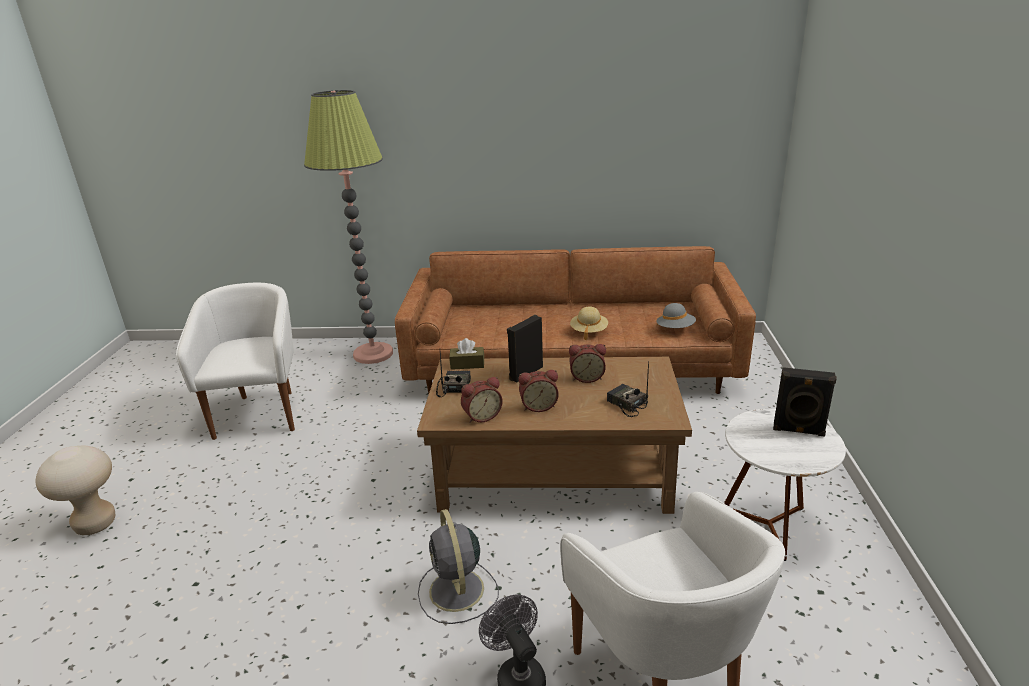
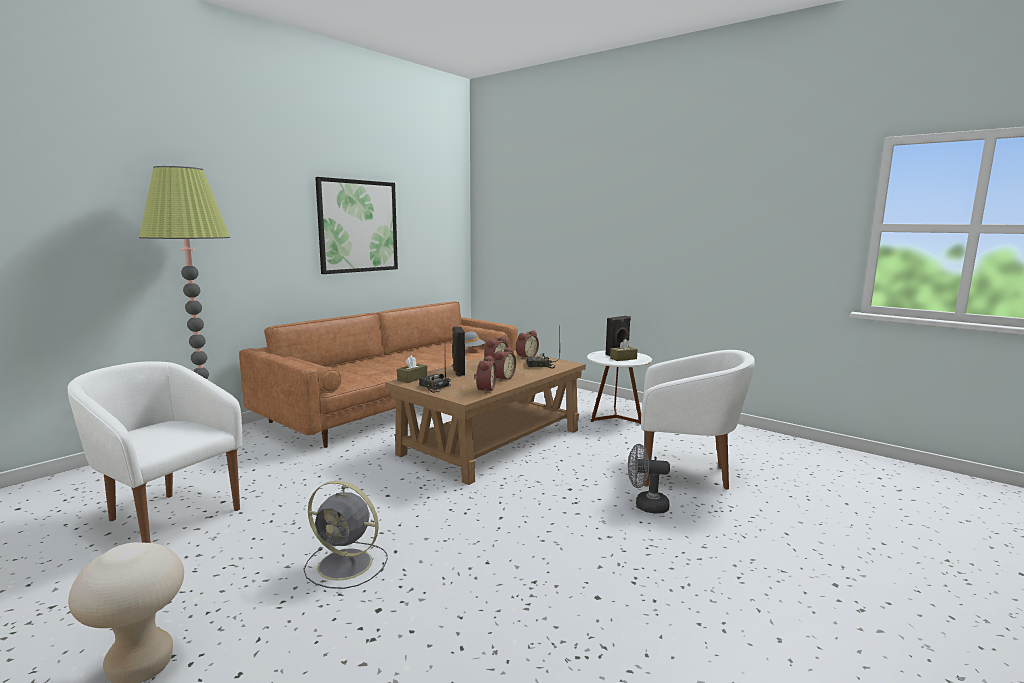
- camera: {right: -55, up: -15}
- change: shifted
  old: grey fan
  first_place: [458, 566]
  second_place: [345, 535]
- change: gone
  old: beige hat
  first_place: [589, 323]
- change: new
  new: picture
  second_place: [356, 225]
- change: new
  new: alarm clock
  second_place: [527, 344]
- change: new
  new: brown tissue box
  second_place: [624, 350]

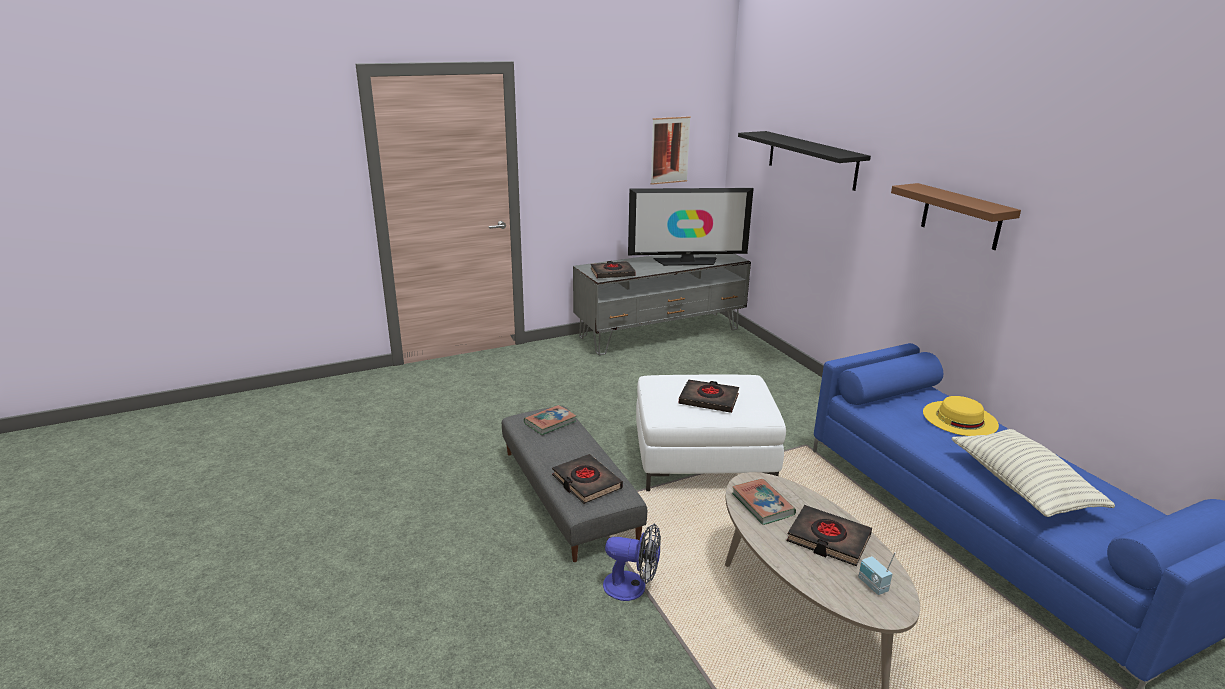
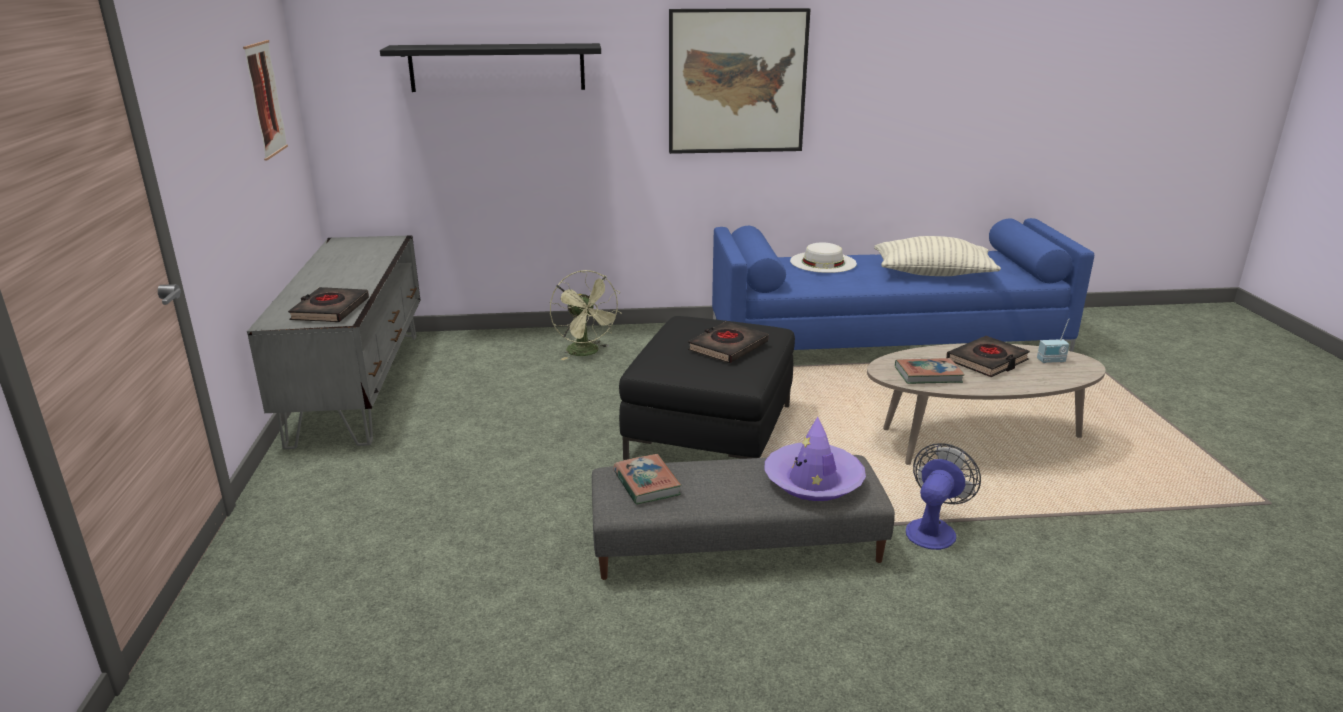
- camera: {right: -70, up: 0}
- change: swapped
  old: black book
  new: purple hat
  first_place: [587, 479]
  second_place: [815, 459]
- change: gone
  old: television
  first_place: [691, 227]
- change: repainted
  old: white ottoman
  new: black ottoman
  first_place: [711, 433]
  second_place: [707, 388]
- change: swapped
  old: brown shelf
  new: picture
  first_place: [956, 216]
  second_place: [739, 81]
- change: repainted
  old: yellow hat
  new: white hat
  first_place: [961, 416]
  second_place: [823, 257]
- change: new
  new: green fan
  second_place: [586, 315]

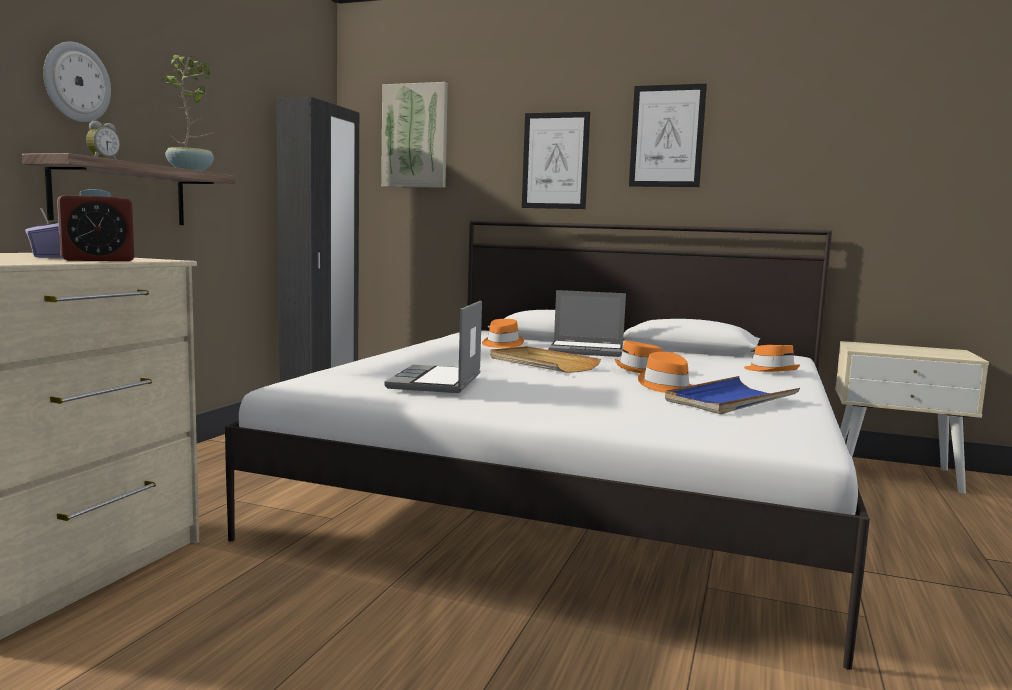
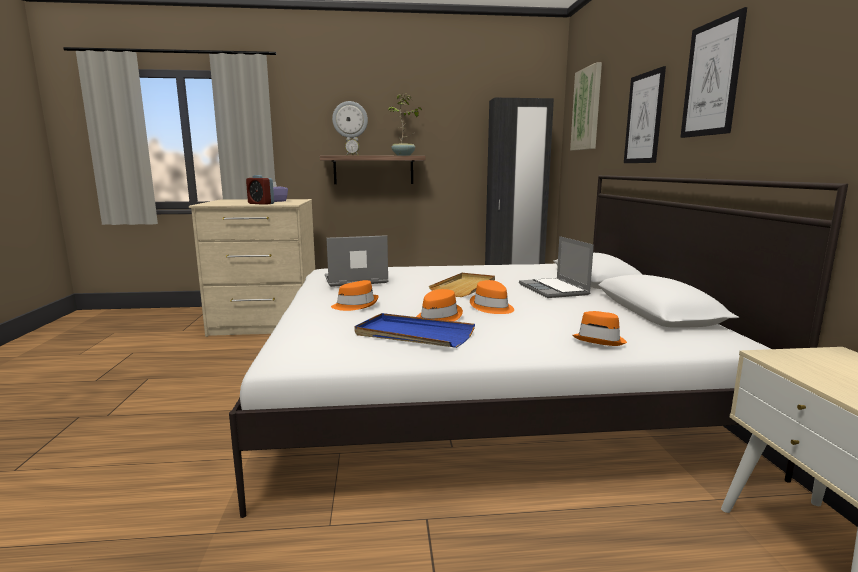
- camera: {right: 65, up: 5}
- change: shifted
  old: orange hat
  first_place: [503, 333]
  second_place: [355, 295]

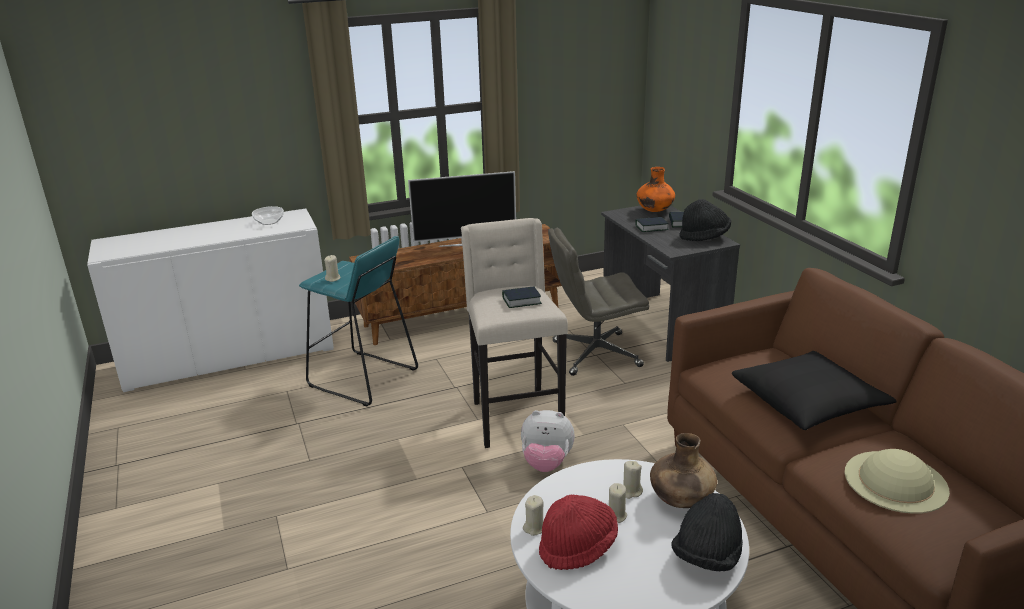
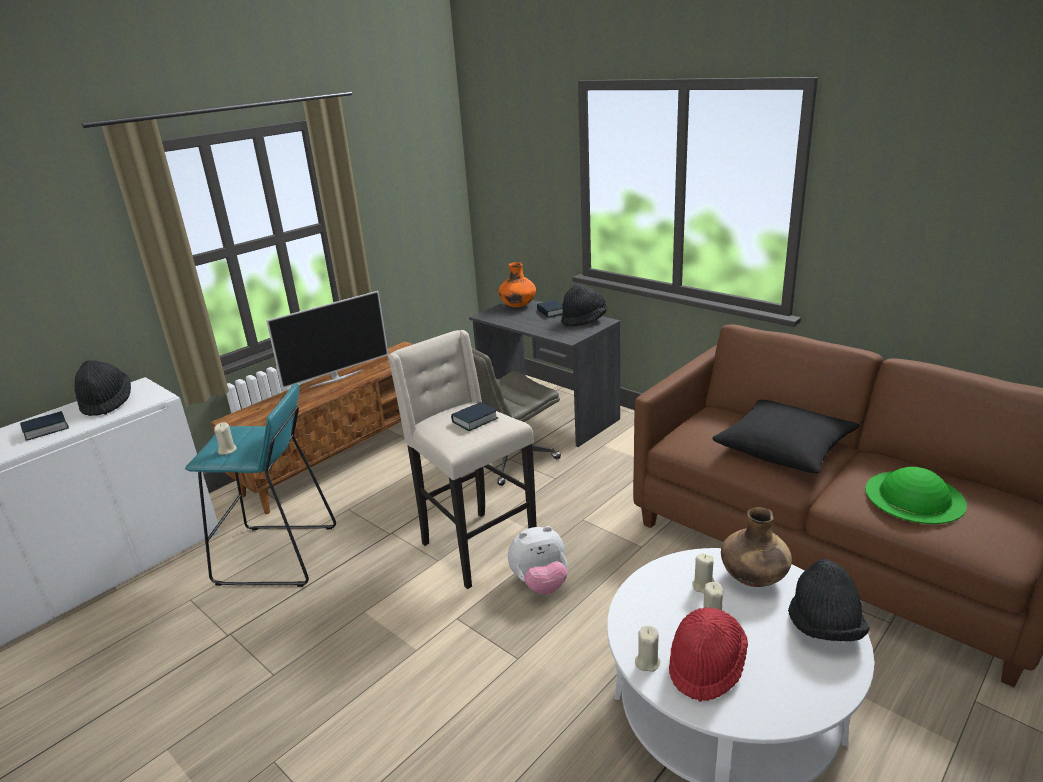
- camera: {right: -25, up: 0}
- change: swapped
  old: bowl
  new: black hat
  first_place: [268, 215]
  second_place: [103, 388]
- change: shifted
  old: book
  first_place: [651, 224]
  second_place: [44, 426]
- change: repainted
  old: beige hat
  new: green hat
  first_place: [897, 481]
  second_place: [916, 495]

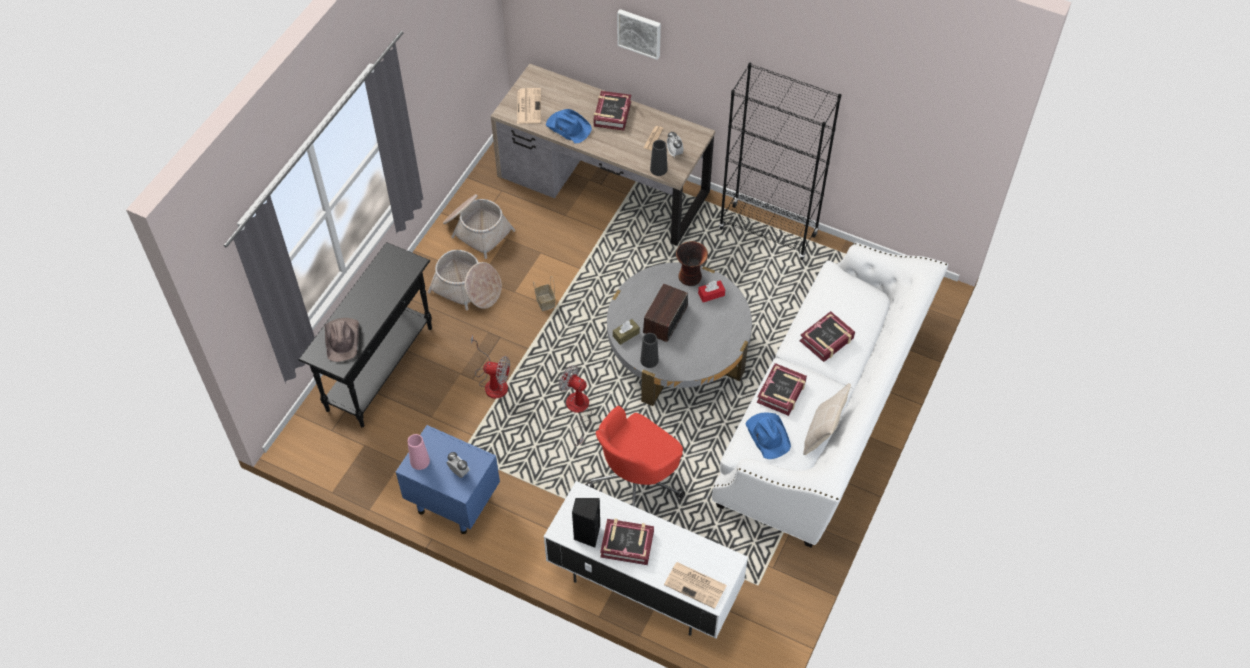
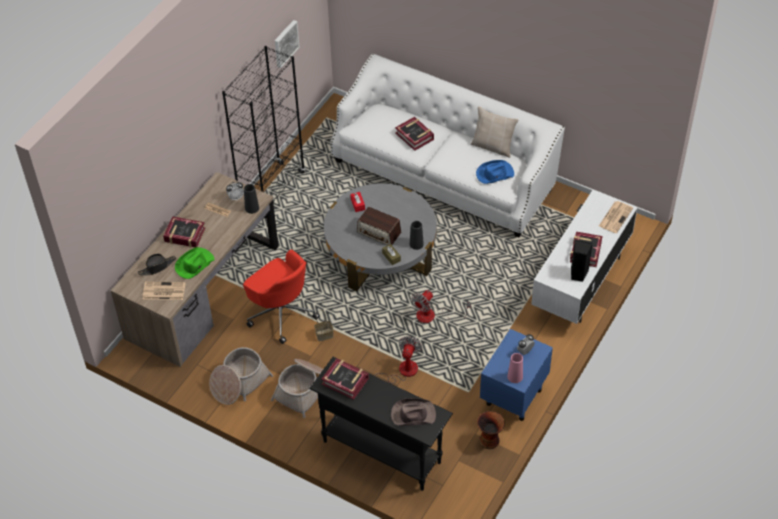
- camera: {right: -85, up: -5}
- change: repainted
  old: blue hat
  new: green hat
  first_place: [569, 126]
  second_place: [194, 263]
- change: shifted
  old: red office chair
  first_place: [635, 456]
  second_place: [281, 297]
- change: shifted
  old: picture
  first_place: [639, 34]
  second_place: [287, 44]
- change: shifted
  old: vase
  first_place: [692, 263]
  second_place: [491, 430]
- change: shifted
  old: book
  first_place: [782, 389]
  second_place: [345, 379]
- change: new
  new: black hat
  second_place: [157, 265]

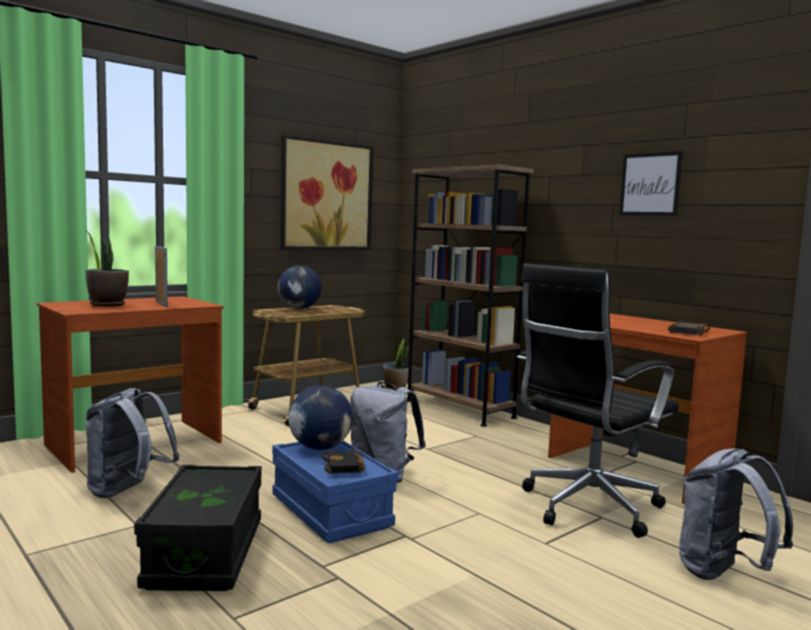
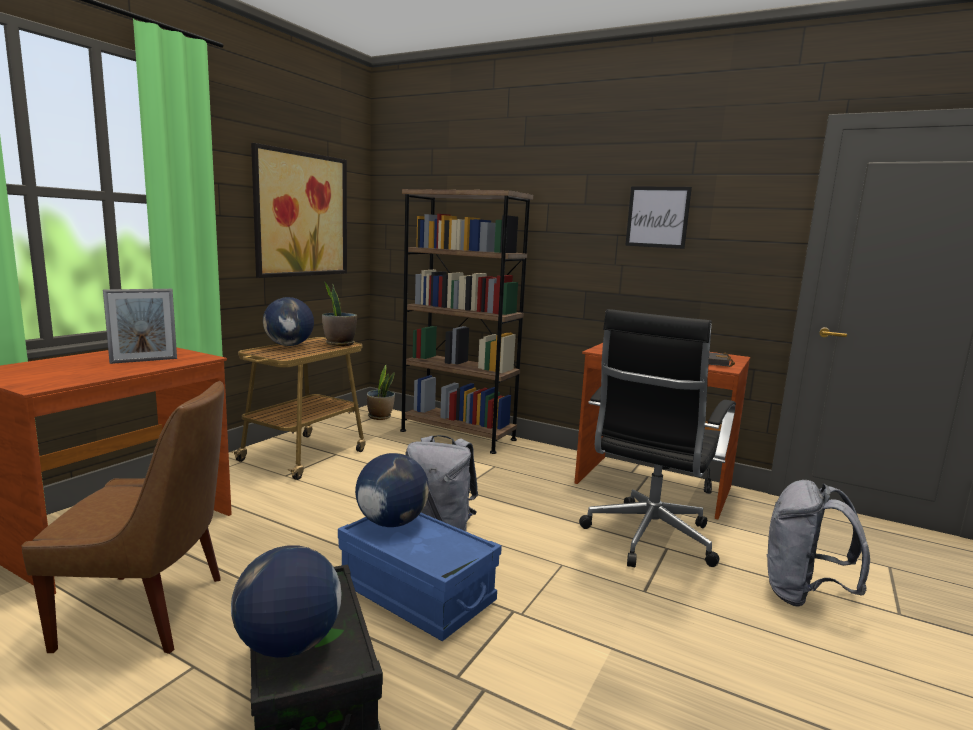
- camera: {right: -20, up: 5}
- change: shifted
  old: potted plant
  first_place: [107, 269]
  second_place: [339, 314]
- change: swapped
  old: grey backpack
  new: brown chair
  first_place: [133, 443]
  second_place: [122, 517]
- change: rotated
  old: picture frame
  first_place: [161, 276]
  second_place: [140, 326]
  degrees: 105
- change: gone
  old: black book
  first_place: [343, 461]
- change: new
  new: globe
  second_place: [286, 601]

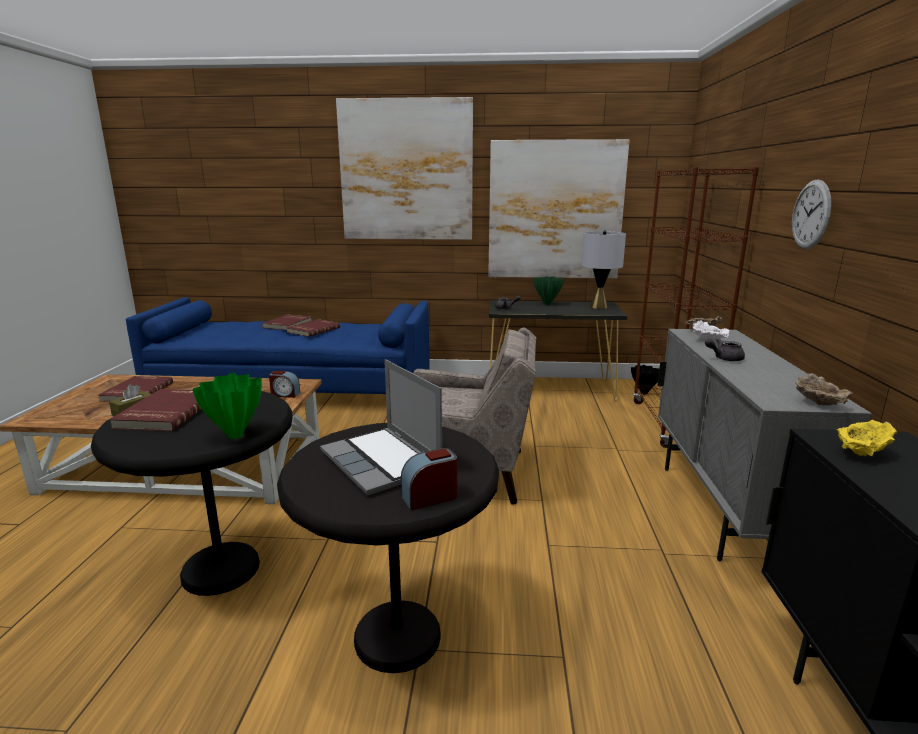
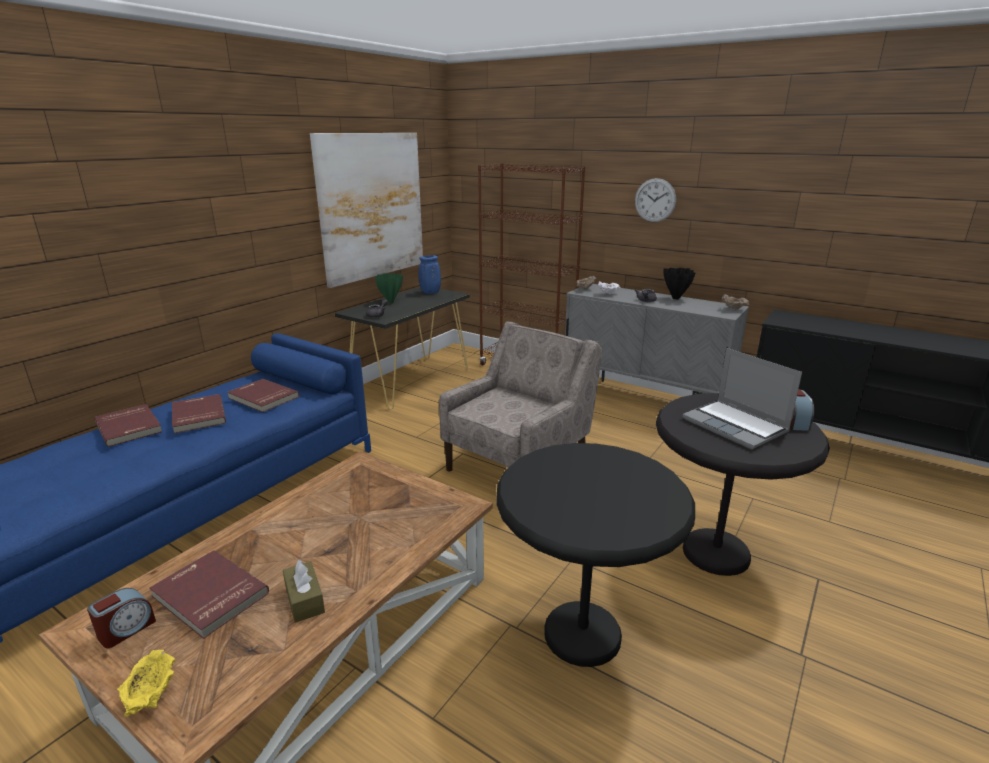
- camera: {right: -60, up: 5}
- change: shifted
  old: red book
  first_place: [155, 410]
  second_place: [263, 395]
- change: gone
  old: green vase
  first_place: [227, 406]
- change: shifted
  old: alarm clock
  first_place: [284, 384]
  second_place: [121, 618]
- change: rotated
  old: laptop
  first_place: [381, 427]
  second_place: [742, 398]
  degrees: 60
- change: gone
  old: picture
  first_place: [404, 168]
- change: swapped
  old: grey table lamp
  new: blue vase
  first_place: [603, 269]
  second_place: [430, 274]
- change: shifted
  old: black vase
  first_place: [645, 380]
  second_place: [679, 284]
- change: shifted
  old: yellow bowl
  first_place: [866, 438]
  second_place: [146, 683]

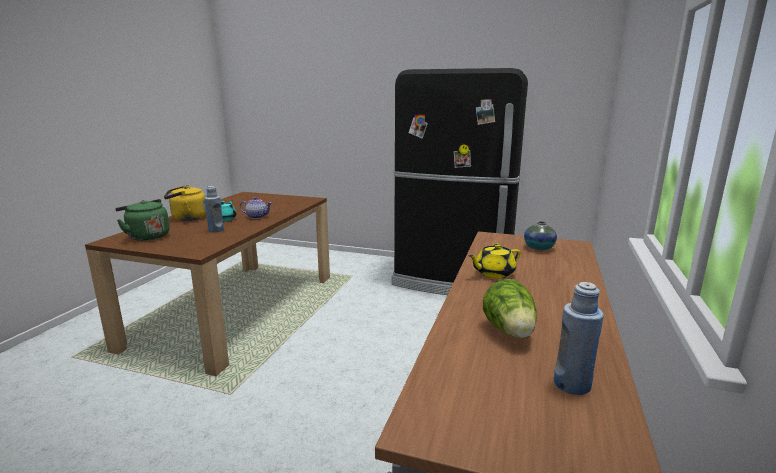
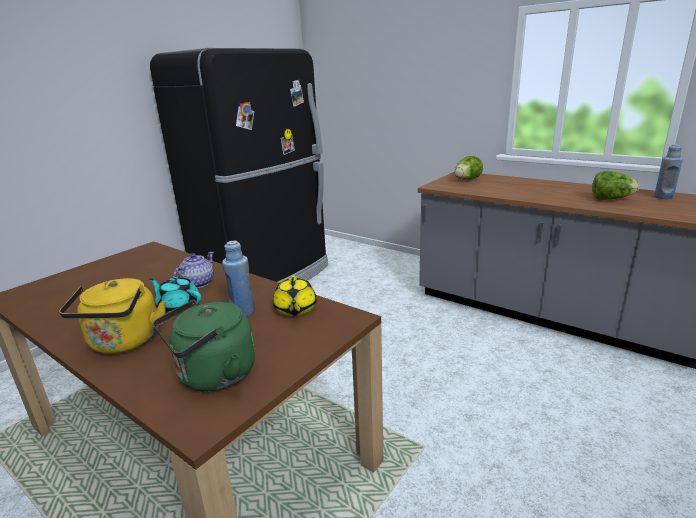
- camera: {right: -70, up: 5}
- change: shifted
  old: yellow teapot
  first_place: [494, 261]
  second_place: [295, 296]
- change: swapped
  old: vase
  new: lettuce
  first_place: [540, 235]
  second_place: [469, 168]

